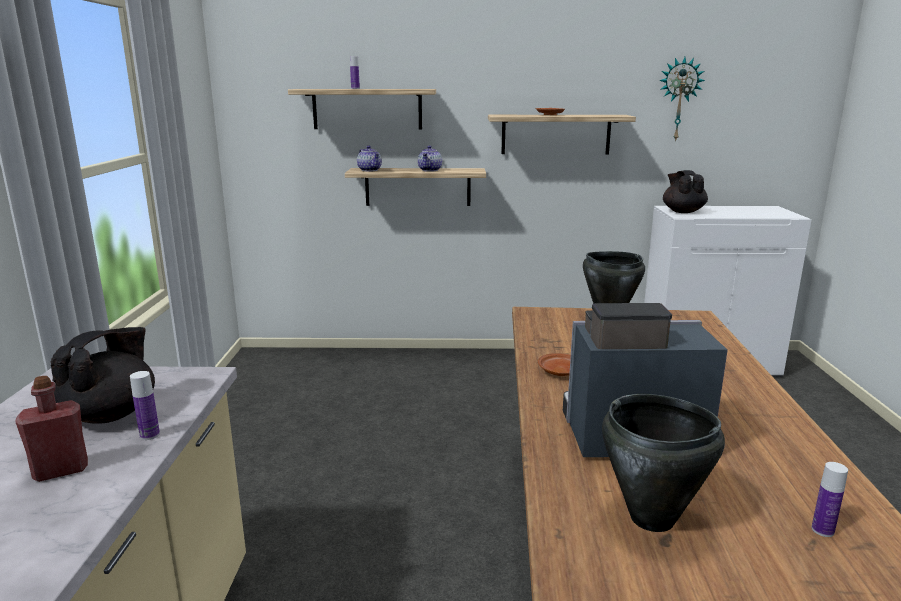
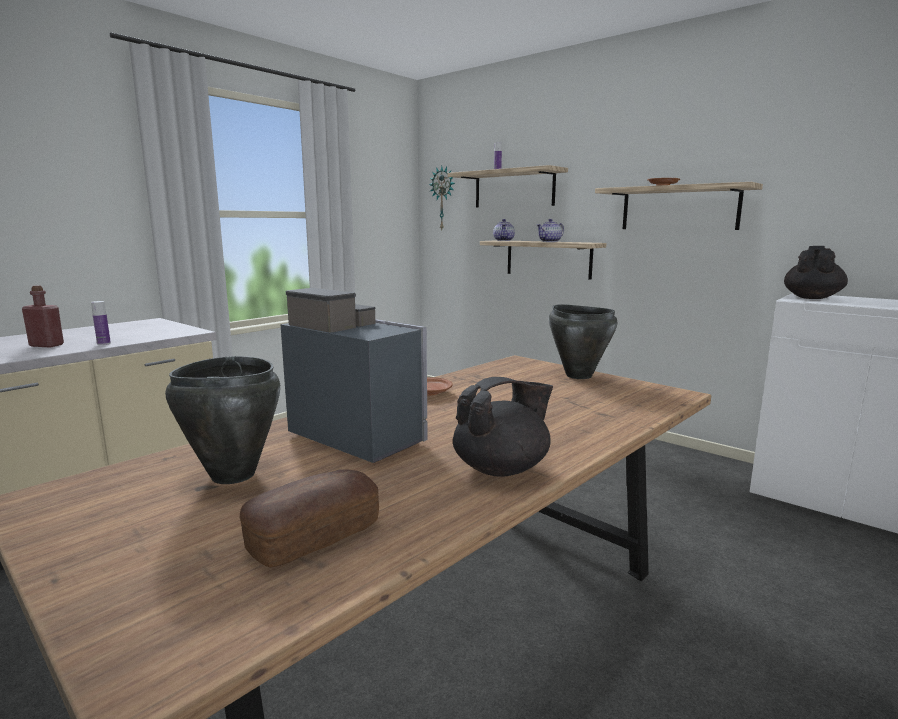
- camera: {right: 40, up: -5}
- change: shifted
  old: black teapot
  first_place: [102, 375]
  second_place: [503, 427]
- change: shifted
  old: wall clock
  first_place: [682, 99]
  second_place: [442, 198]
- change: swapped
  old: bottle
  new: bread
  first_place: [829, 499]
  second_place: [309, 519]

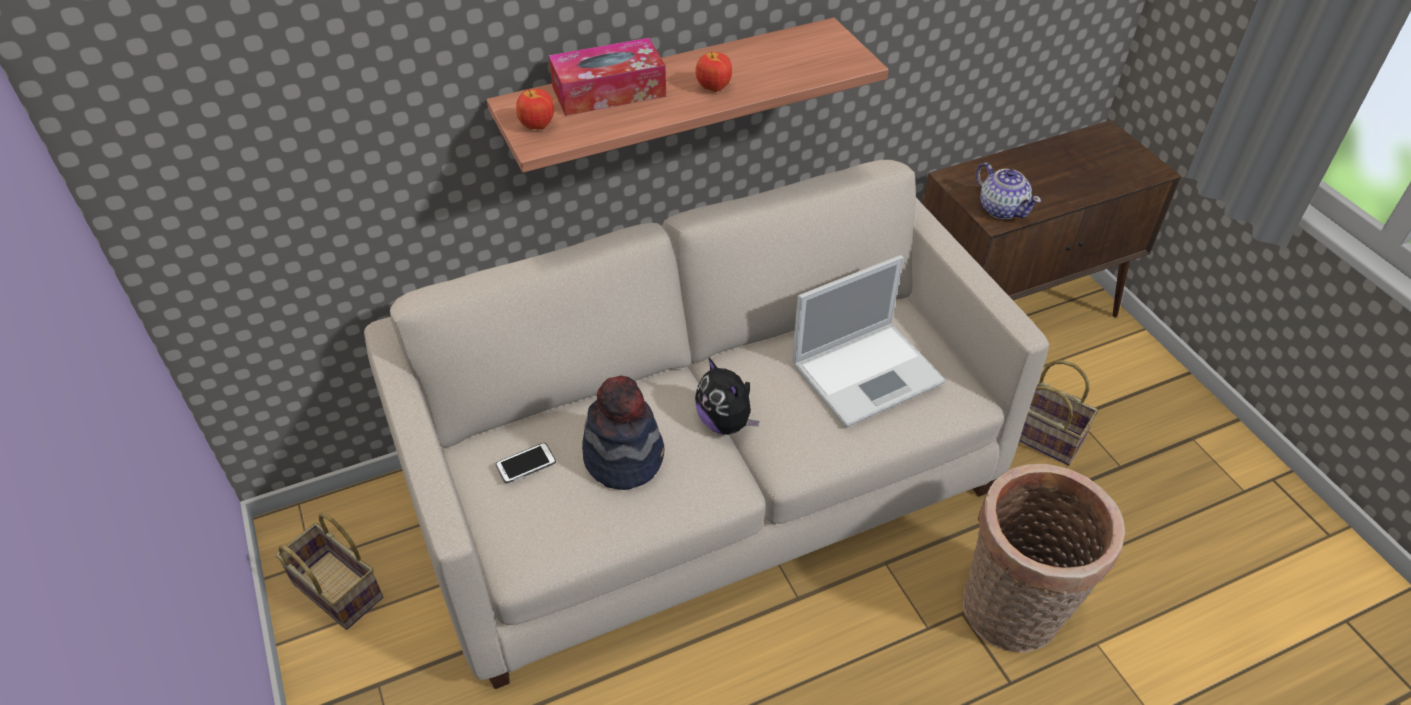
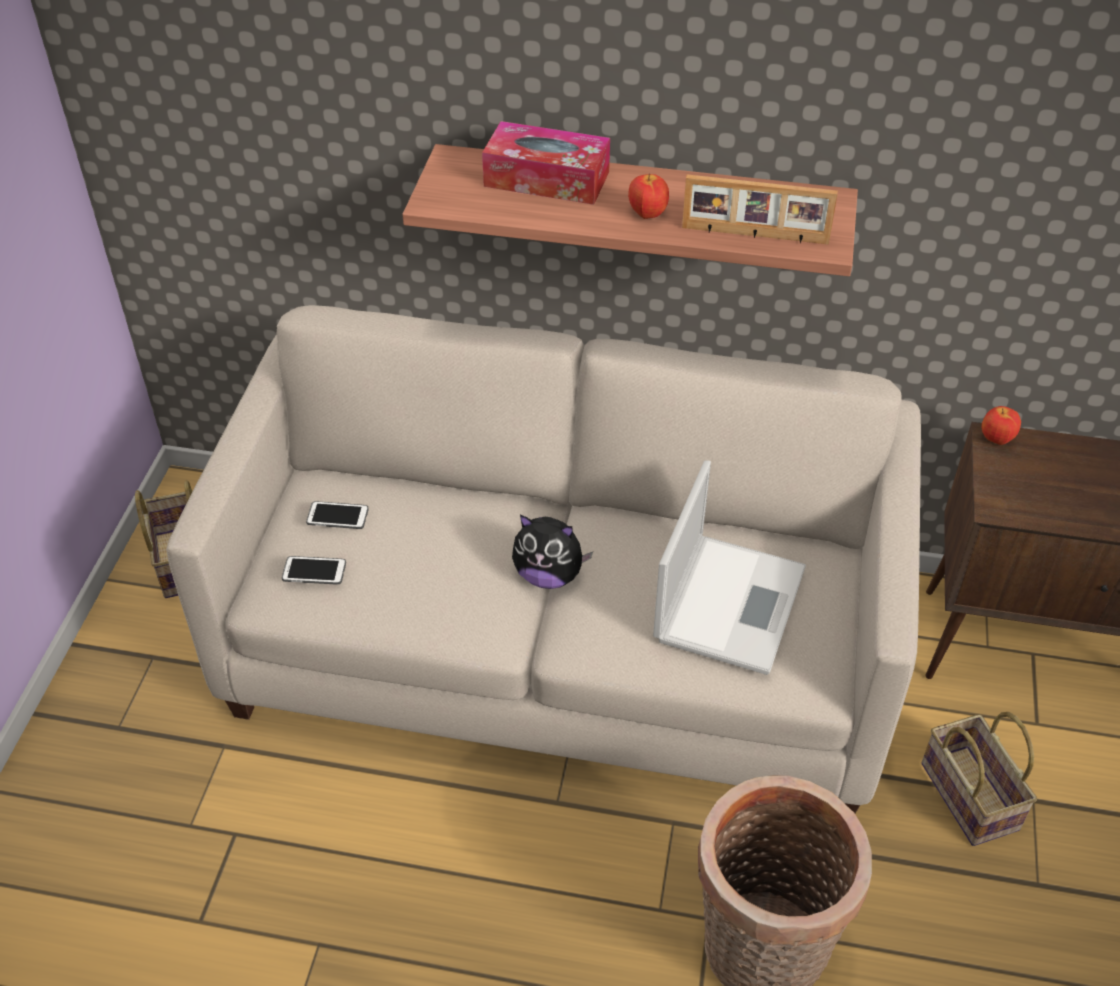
- camera: {right: 35, up: 0}
- change: shifted
  old: apple
  first_place: [535, 109]
  second_place: [1001, 425]
- change: gone
  old: hat
  first_place: [623, 433]
- change: rotated
  old: plush toy
  first_place: [727, 396]
  second_place: [552, 552]
  degrees: -75
- change: rotated
  old: laptop
  first_place: [869, 341]
  second_place: [729, 568]
  degrees: -75
- change: gone
  old: teapot
  first_place: [1008, 191]
- change: new
  new: phone
  second_place: [314, 570]
- change: new
  new: picture frame
  second_place: [760, 210]

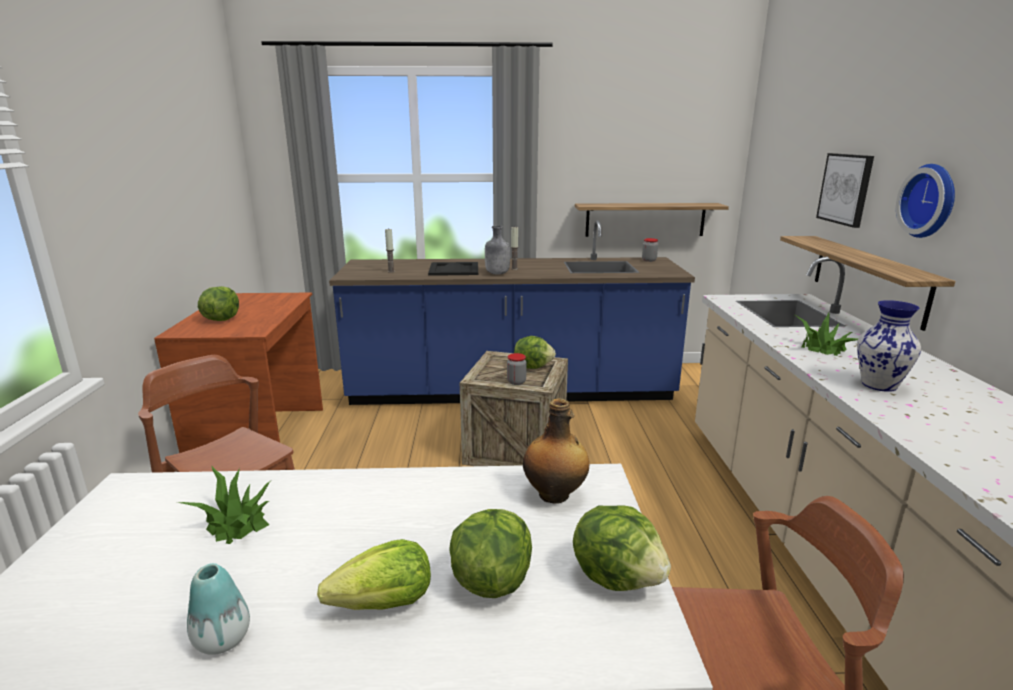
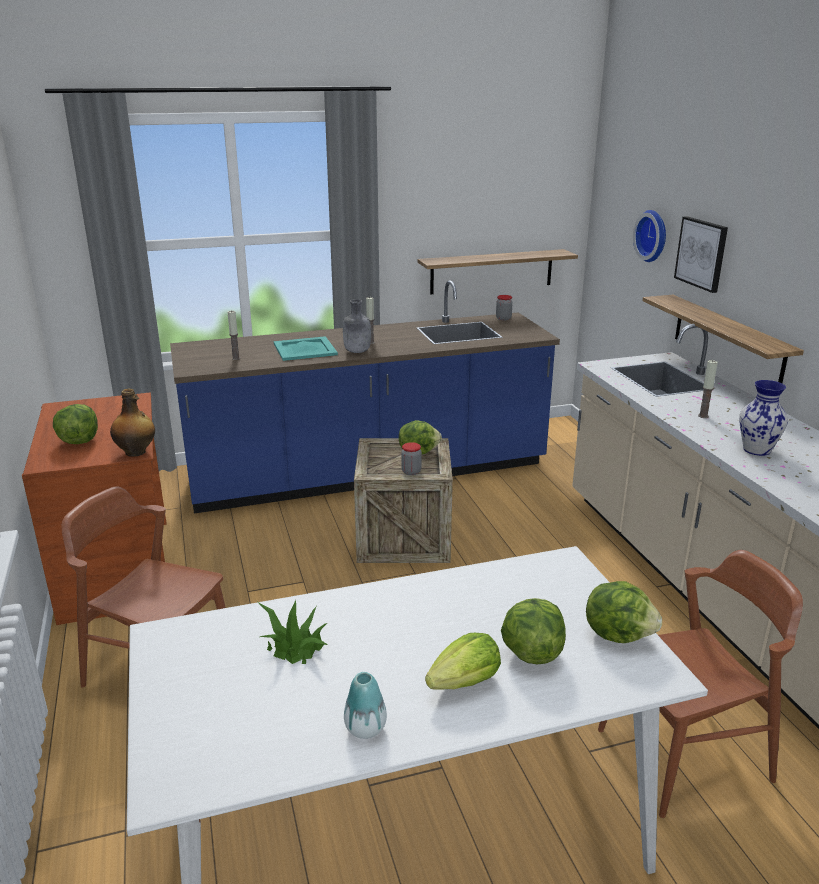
- camera: {right: -15, up: 5}
- change: repainted
  old: black tray
  new: turquoise tray
  first_place: [453, 269]
  second_place: [306, 348]
- change: shifted
  old: bottle
  first_place: [556, 451]
  second_place: [132, 423]
- change: swapped
  old: potted plant
  new: candle
  first_place: [825, 334]
  second_place: [708, 389]
- change: shifted
  old: wall clock
  first_place: [925, 201]
  second_place: [649, 236]

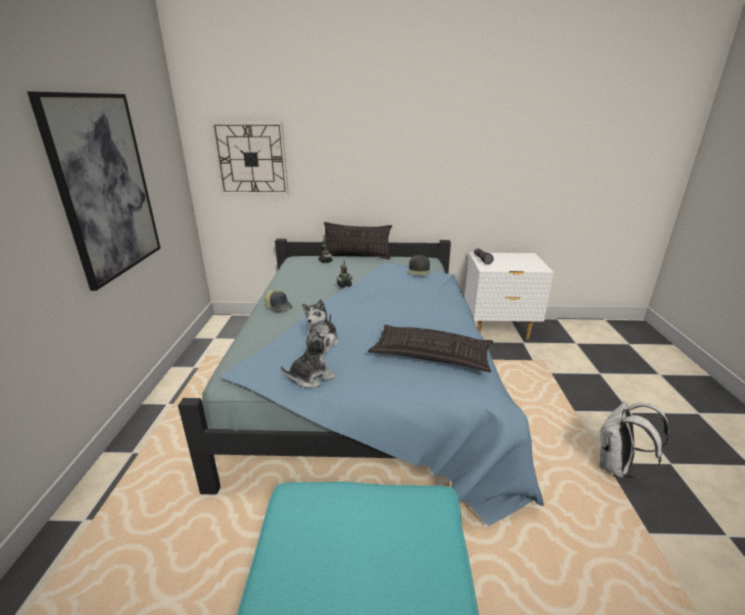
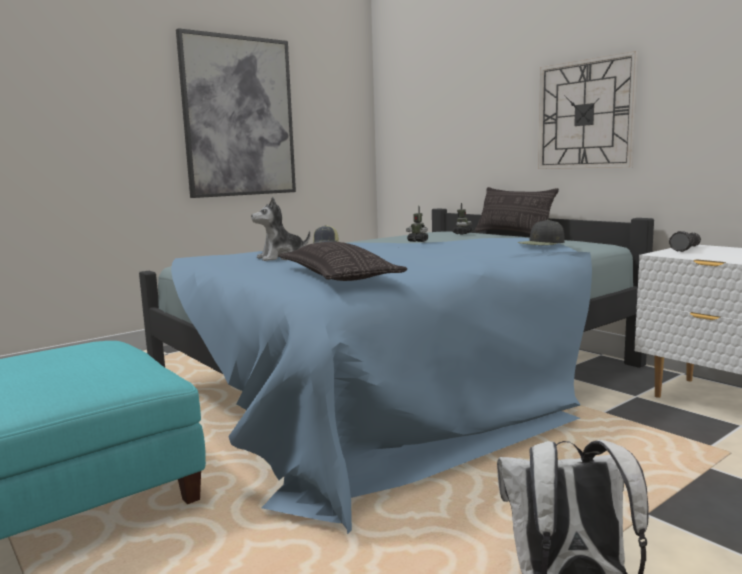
- camera: {right: 50, up: -15}
- change: shifted
  old: wall clock
  first_place: [249, 158]
  second_place: [588, 110]
- change: gone
  old: plush toy
  first_place: [308, 355]

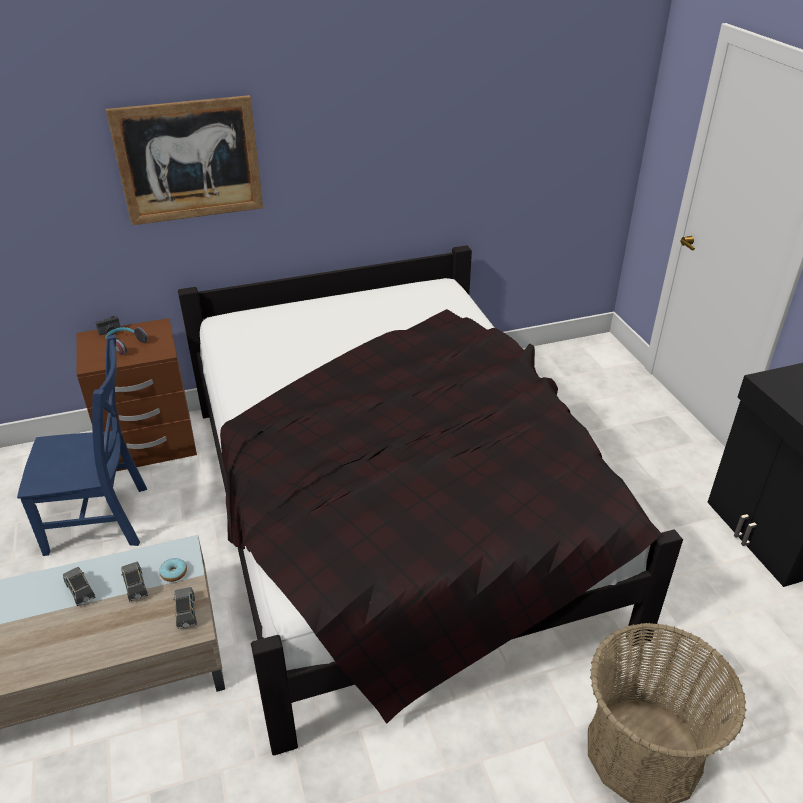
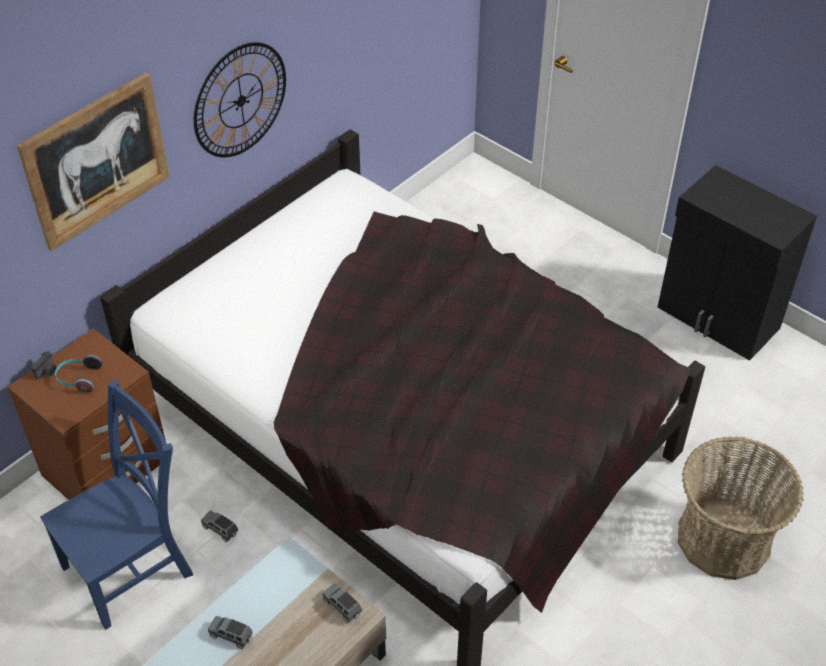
- camera: {right: -30, up: 10}
- change: shifted
  old: grey toy car
  first_place: [134, 582]
  second_place: [219, 526]
- change: gone
  old: donut
  first_place: [173, 570]
- change: new
  new: wall clock
  second_place: [240, 99]

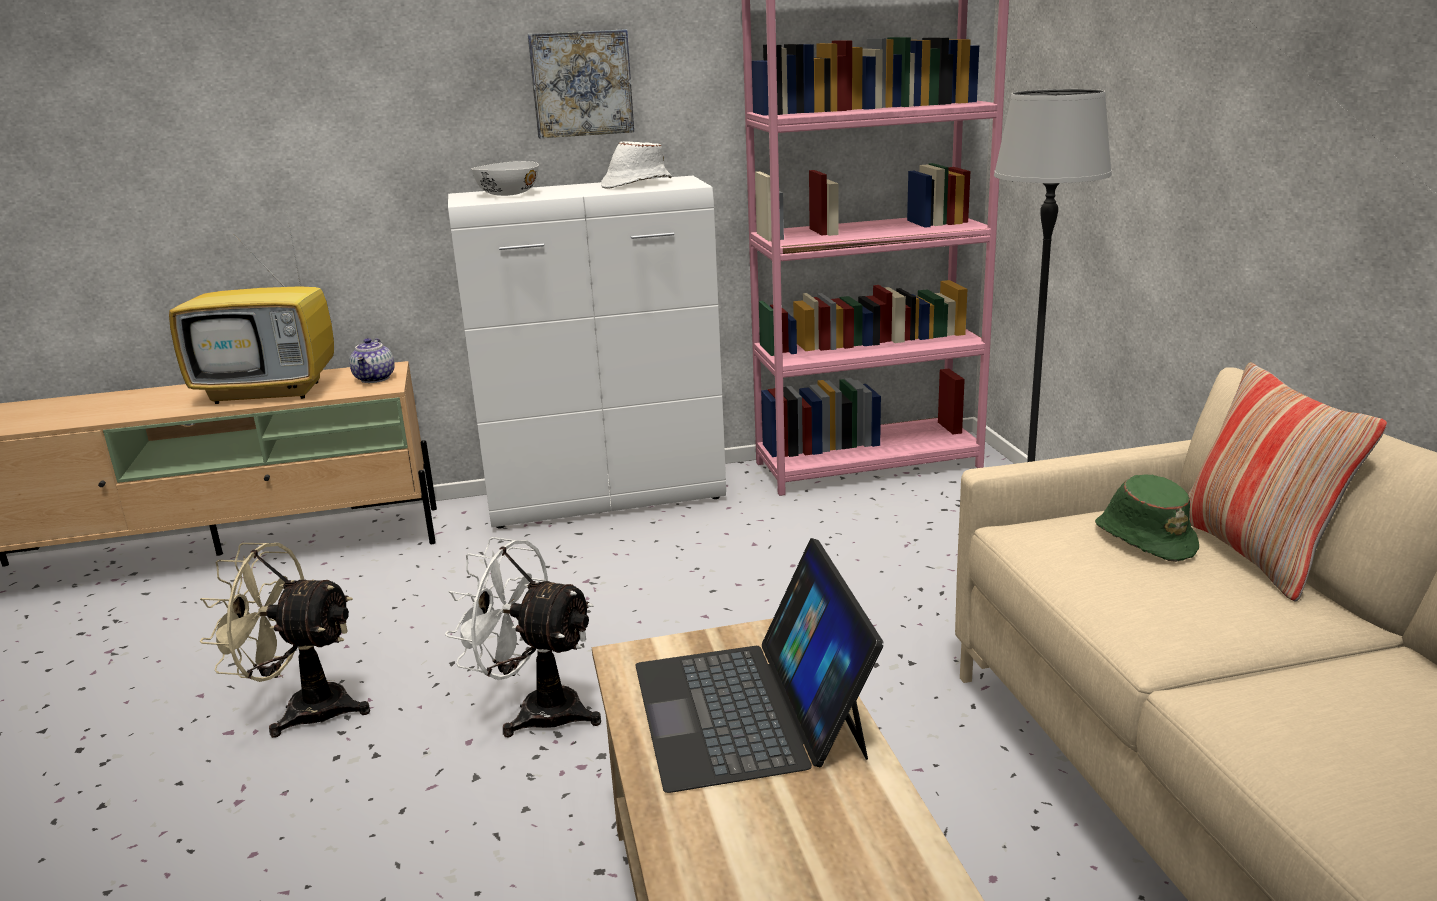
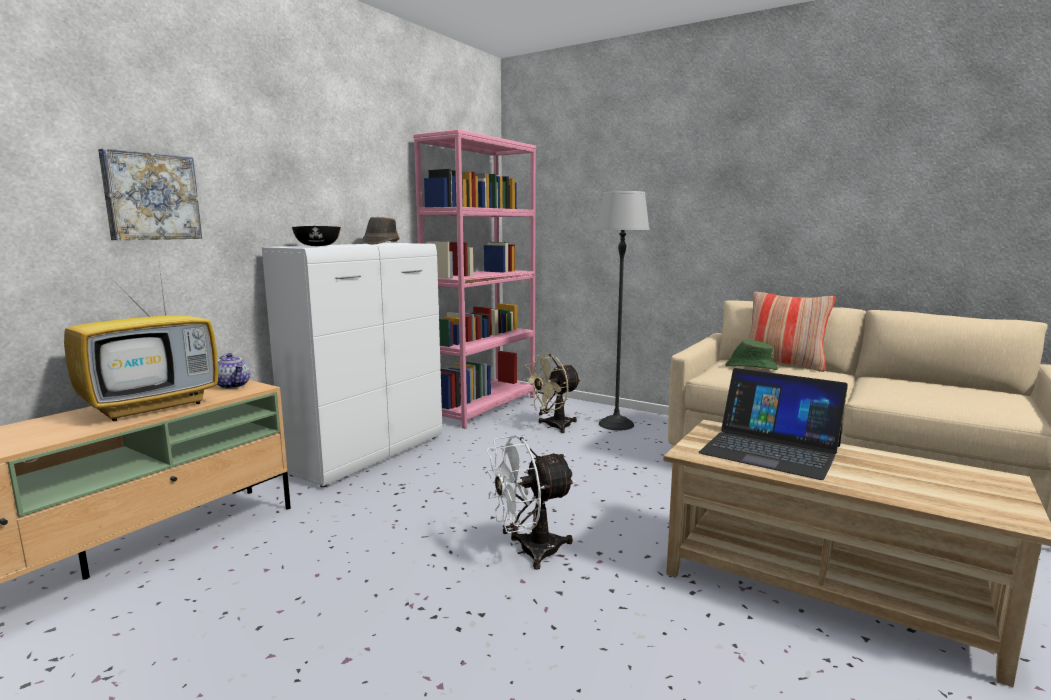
- camera: {right: -45, up: -10}
- change: shifted
  old: beige fan
  first_place: [285, 640]
  second_place: [552, 393]
- change: repainted
  old: white bowl
  new: black bowl
  first_place: [505, 178]
  second_place: [316, 236]
- change: shifted
  old: picture
  first_place: [581, 83]
  second_place: [150, 194]
- change: repainted
  old: white hat
  new: brown hat
  first_place: [636, 165]
  second_place: [381, 230]

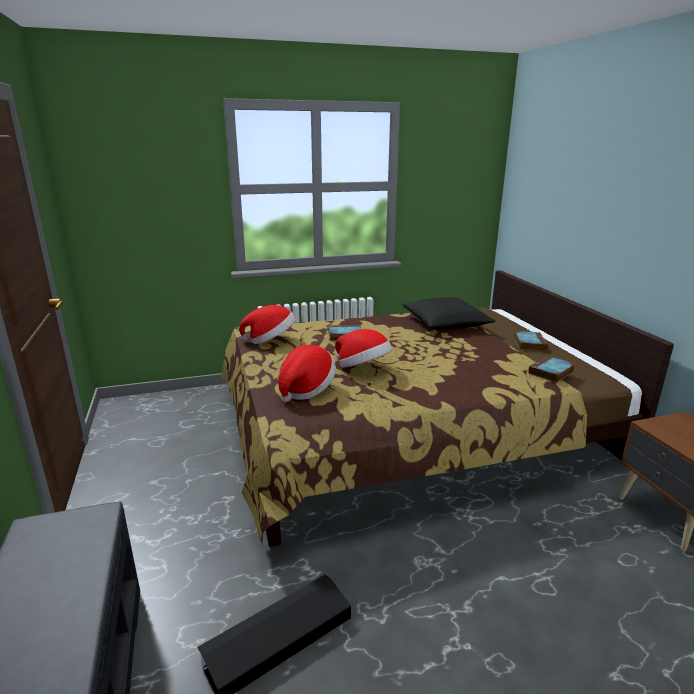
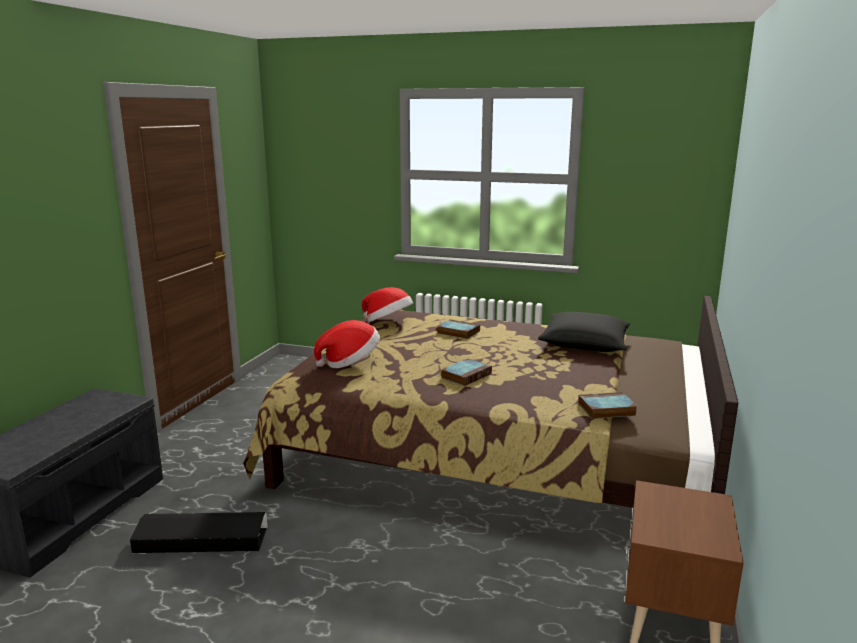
- camera: {right: 35, up: -5}
- change: gone
  old: hat
  first_place: [363, 348]
- change: shifted
  old: book
  first_place: [531, 341]
  second_place: [466, 372]

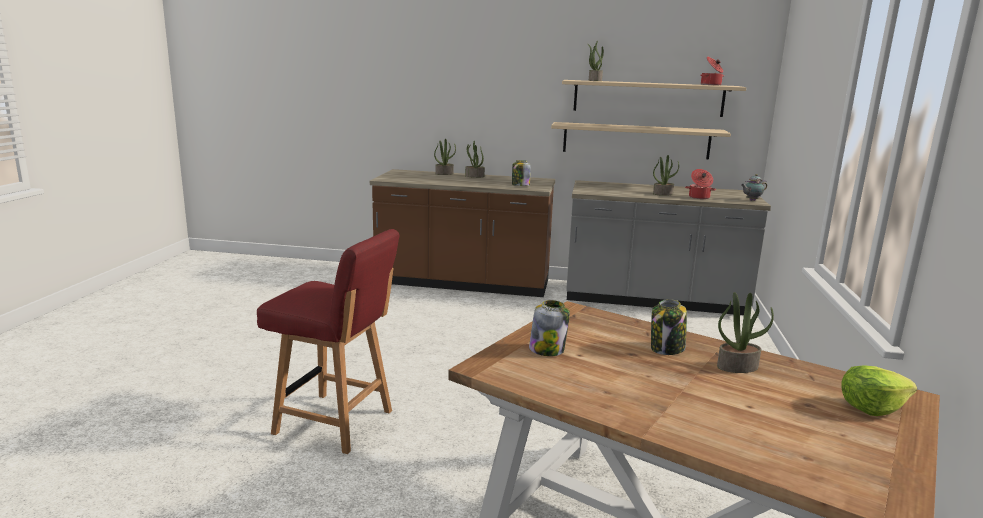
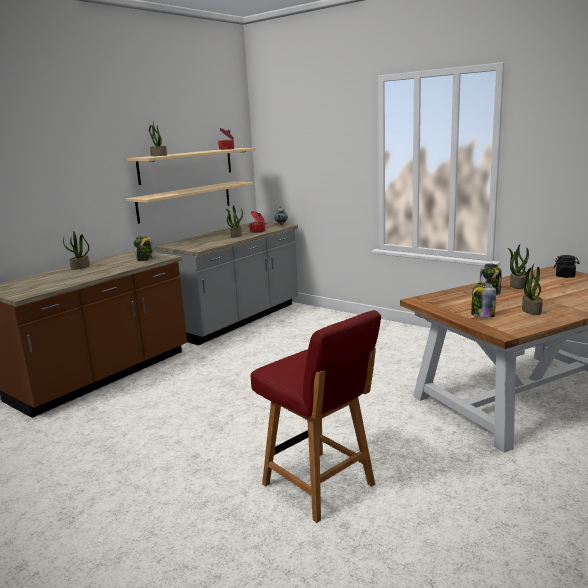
- camera: {right: -60, up: 0}
- change: rotated
  old: red chair
  first_place: [328, 341]
  second_place: [316, 416]
  degrees: 90
- change: shifted
  old: potted plant
  first_place: [445, 156]
  second_place: [532, 289]
- change: swapped
  old: lettuce
  new: black jar
  first_place: [879, 390]
  second_place: [566, 266]

